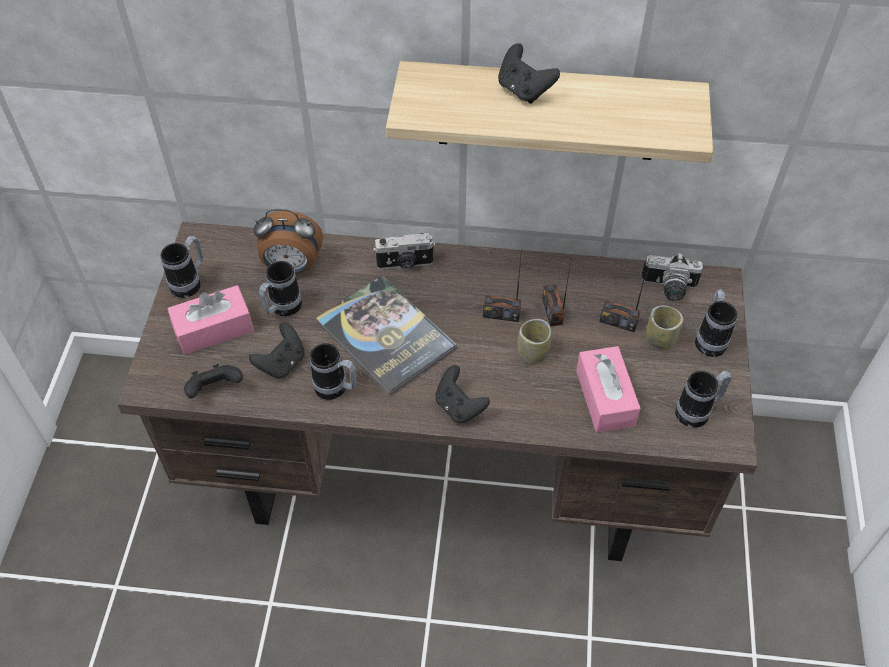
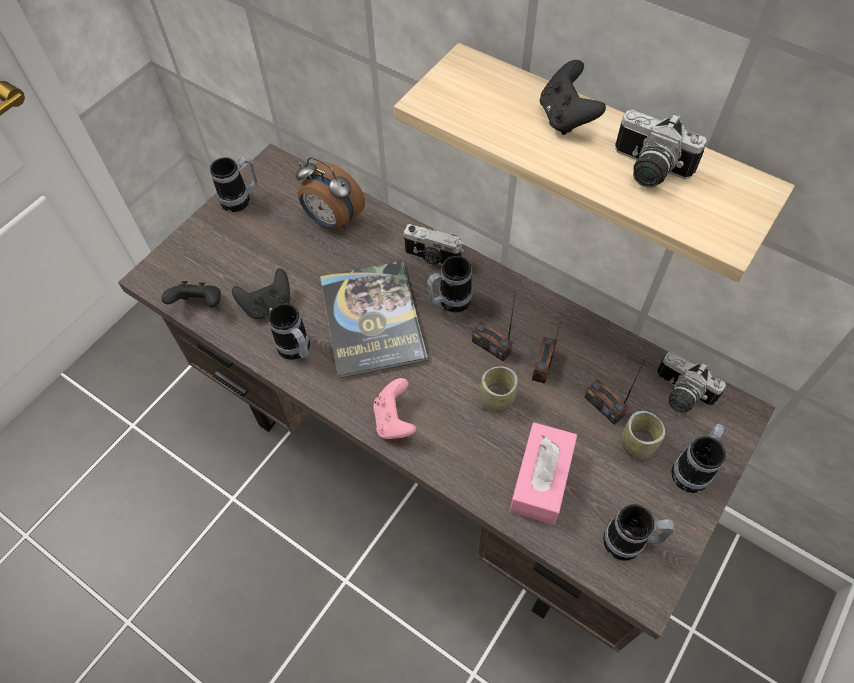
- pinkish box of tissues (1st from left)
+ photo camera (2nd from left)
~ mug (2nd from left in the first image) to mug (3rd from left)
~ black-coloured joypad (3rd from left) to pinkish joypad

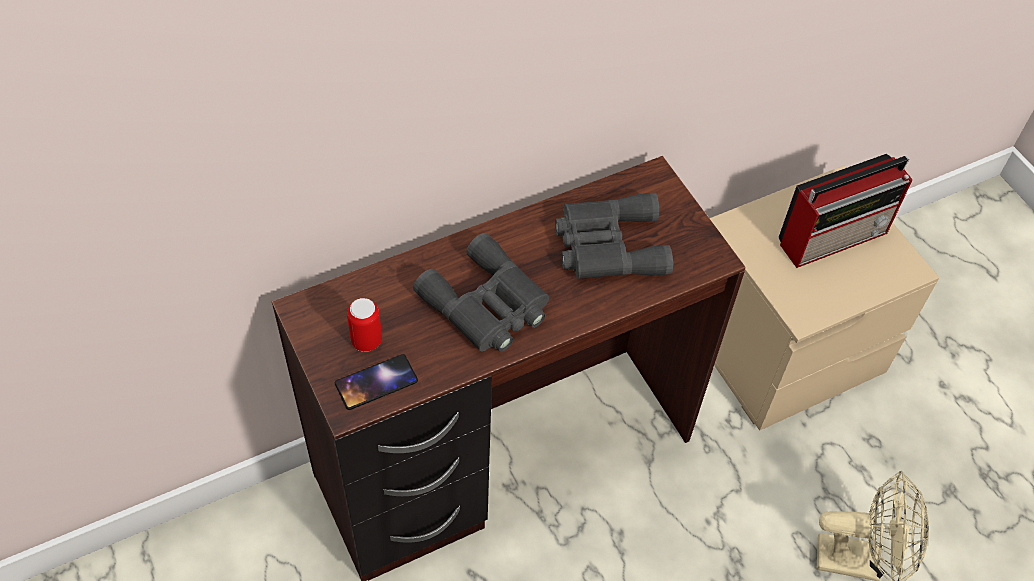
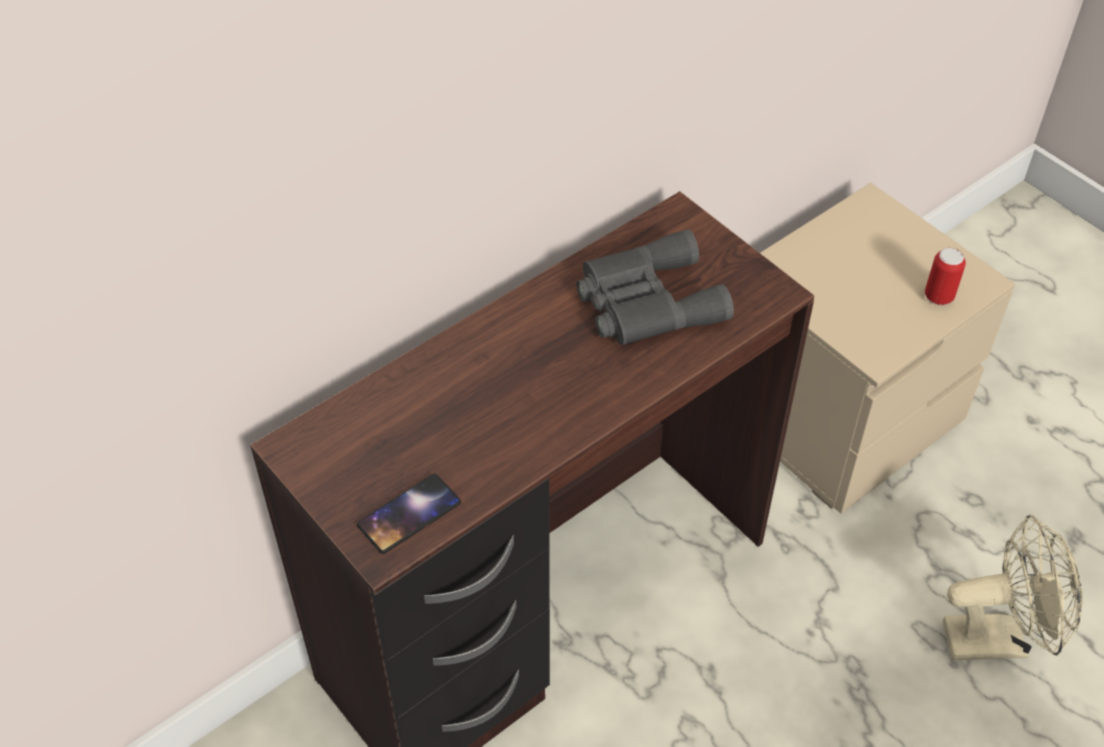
- grey pair of binoculars (1st from left)
- radio set
~ can

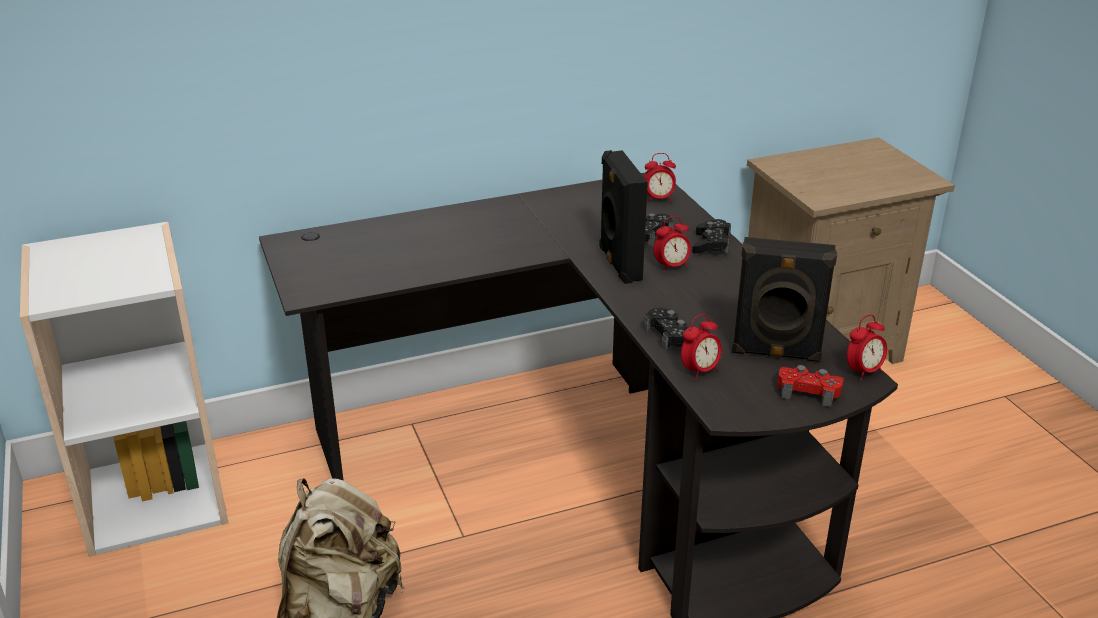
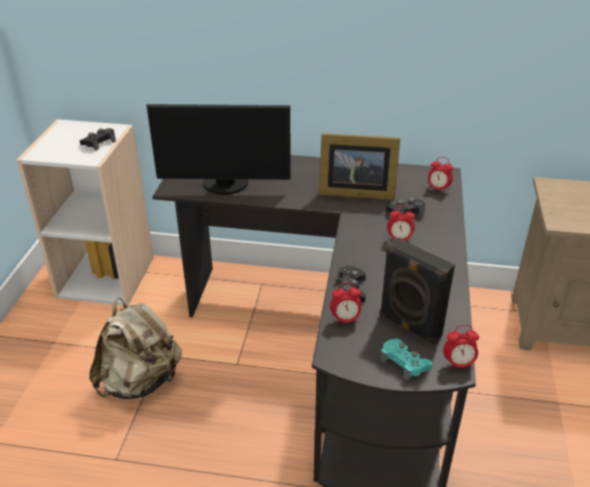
- black-coloured loudspeaker (1st from left)
+ computer screen
+ standing frame
~ black-coloured joypad (3rd from left in the first image) to black-coloured joypad (1st from left)
~ red joypad to blue-green joypad

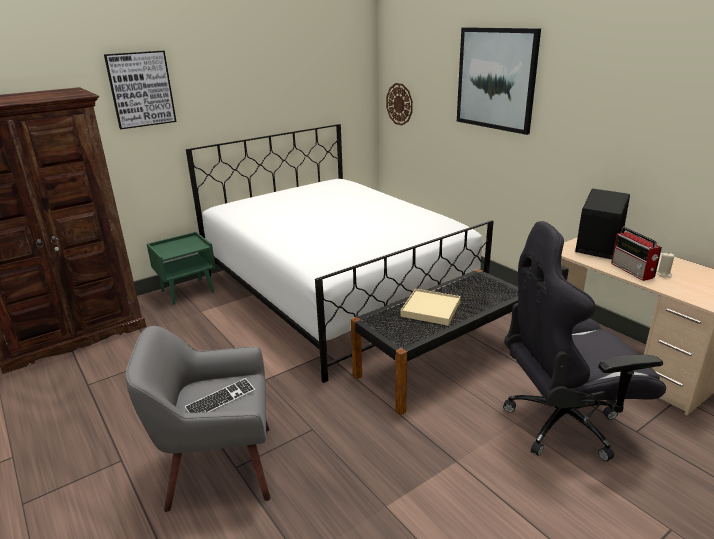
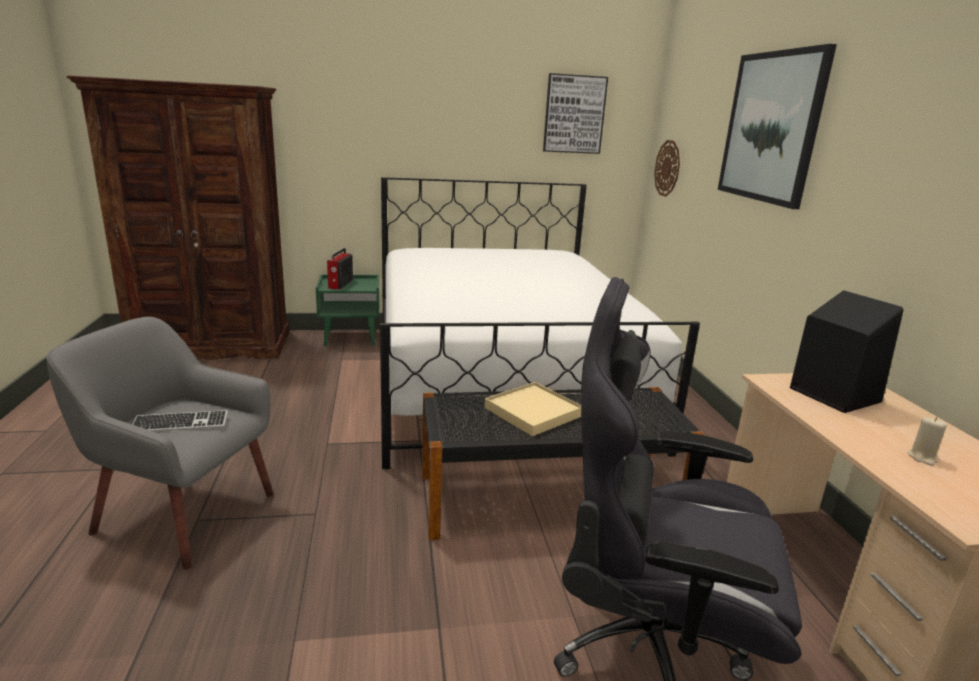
~ wall picture (1st from left)
~ radio set

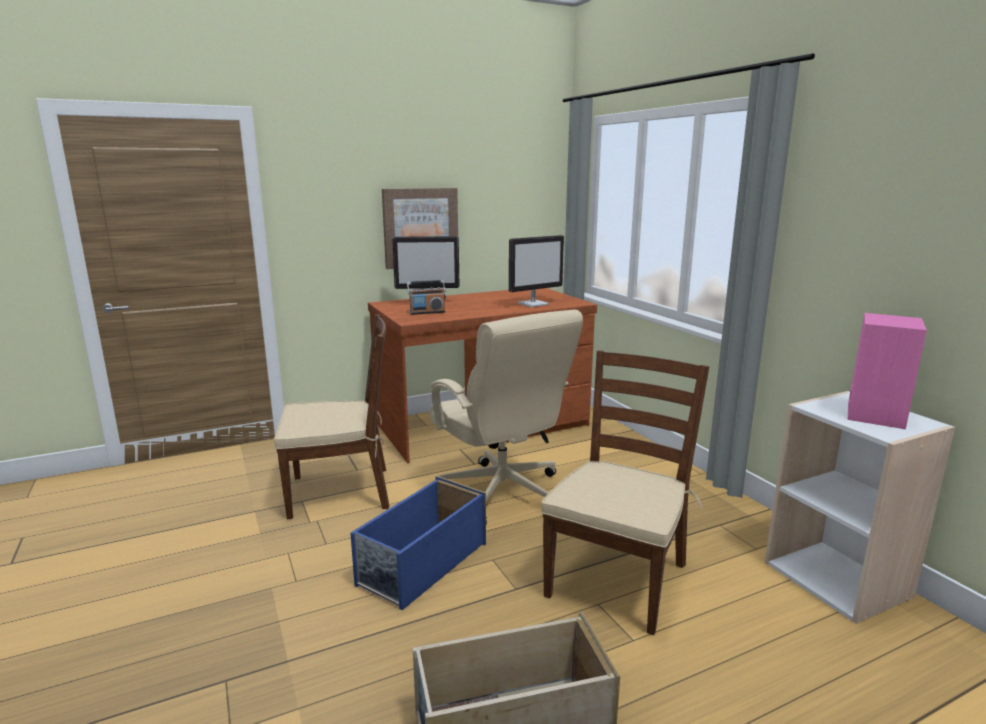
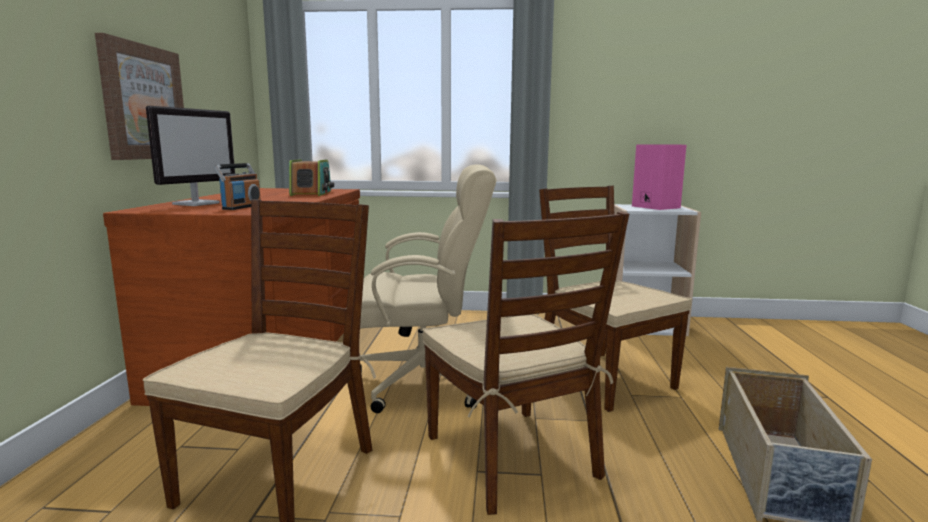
~ blue-coloured storage bin to brown plain chair (2nd from left)
~ computer screen (2nd from left) to radio set (2nd from left)

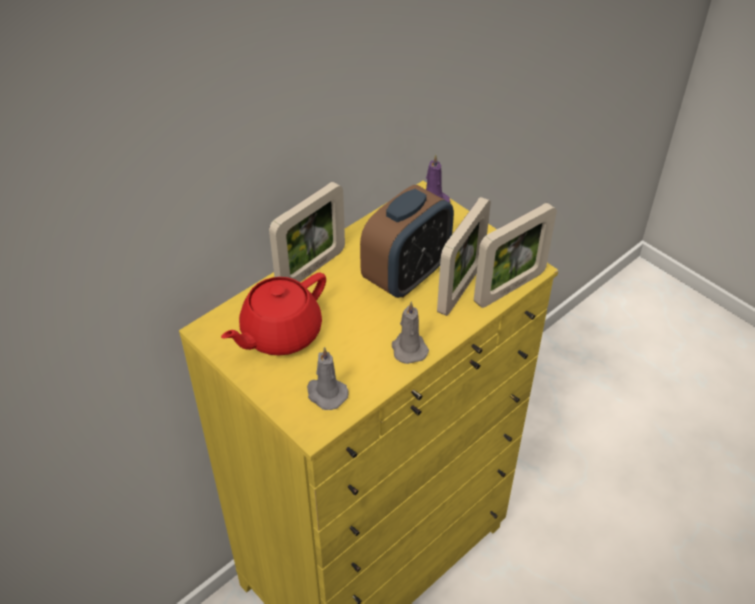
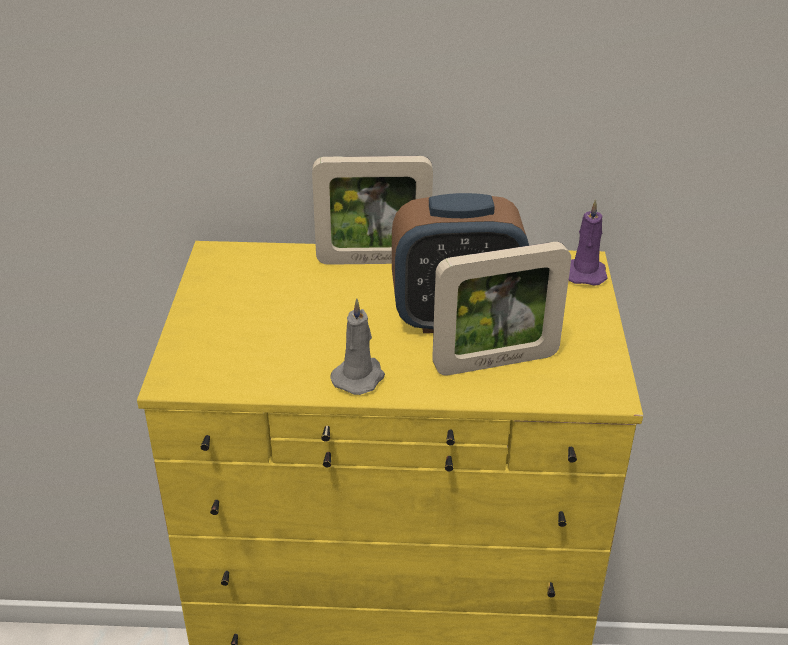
- red pot for tea
- grey candle (1st from left)
- standing frame (3rd from left)

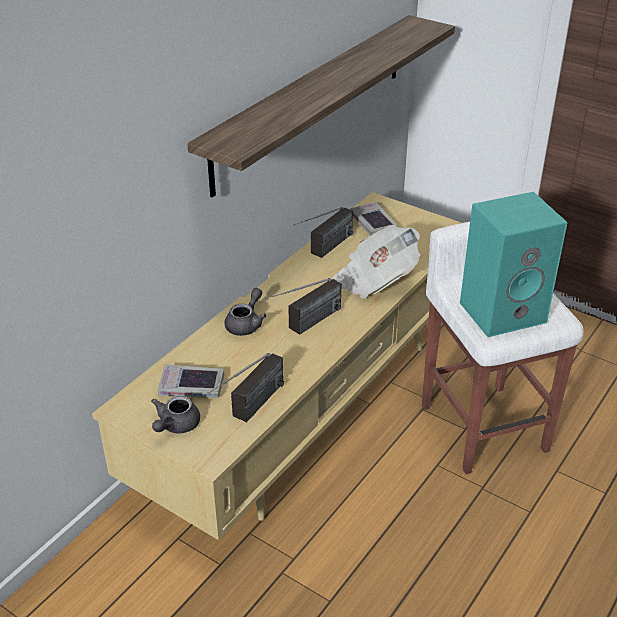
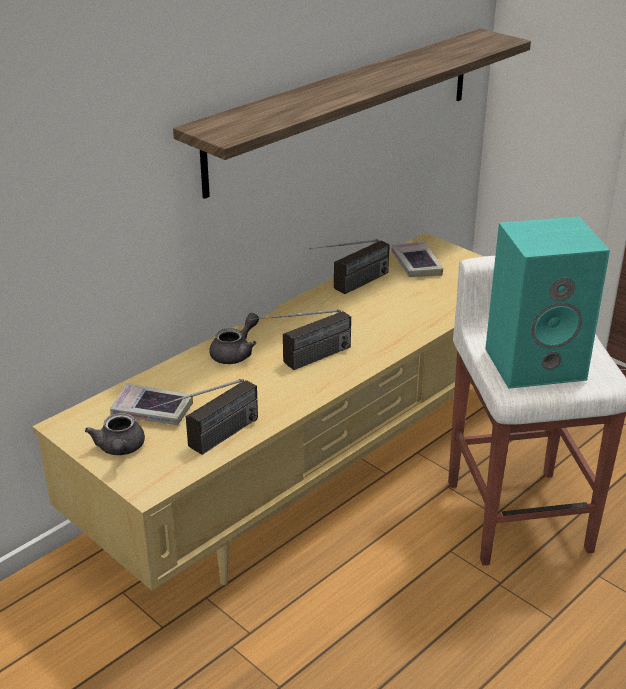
- newspaper
~ grey pot for tea (1st from left) 45 degrees counterclockwise

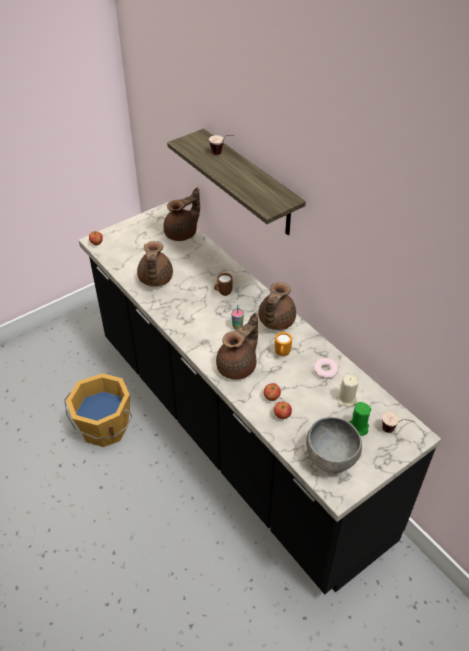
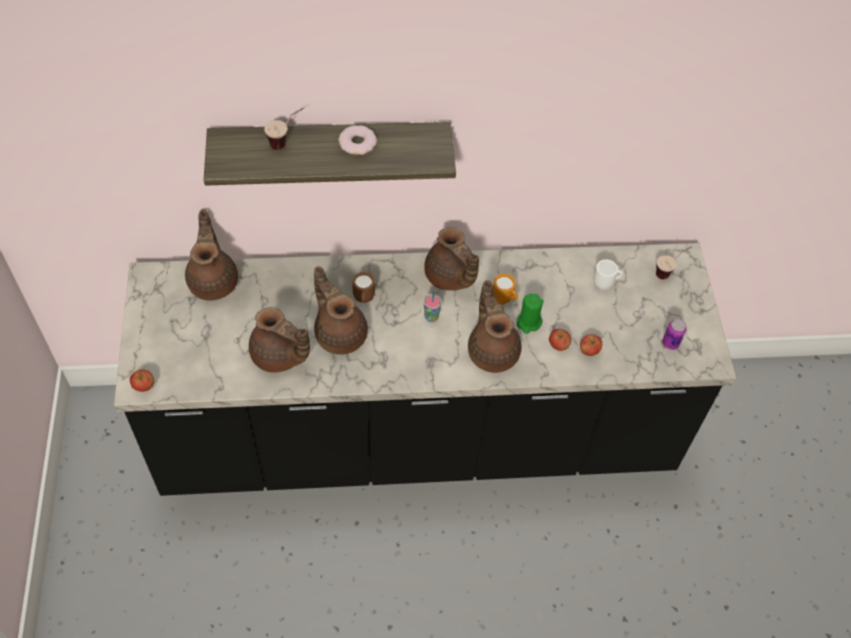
- orange pail
+ brown pot for tea (3rd from left)
~ ring doughnut
~ green candle
~ grey deep dish to can
~ beige-coloured candle to white-coloured mug

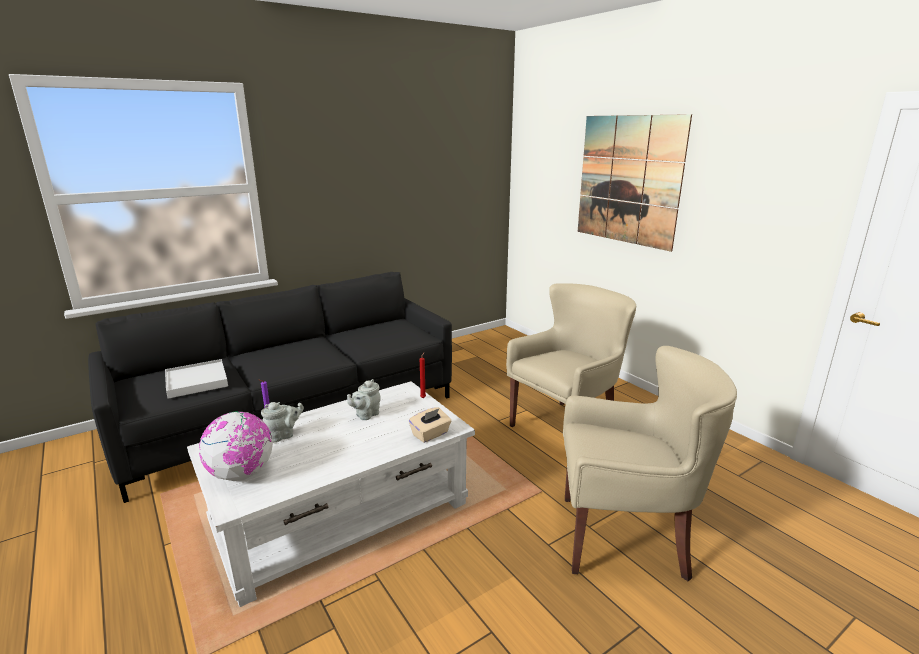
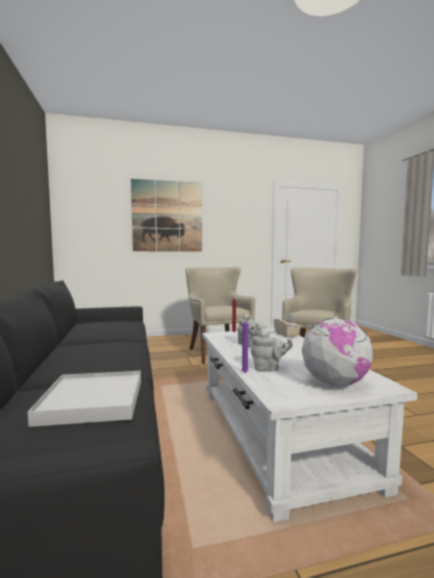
~ grey pot for tea (1st from left in the first image) 105 degrees clockwise

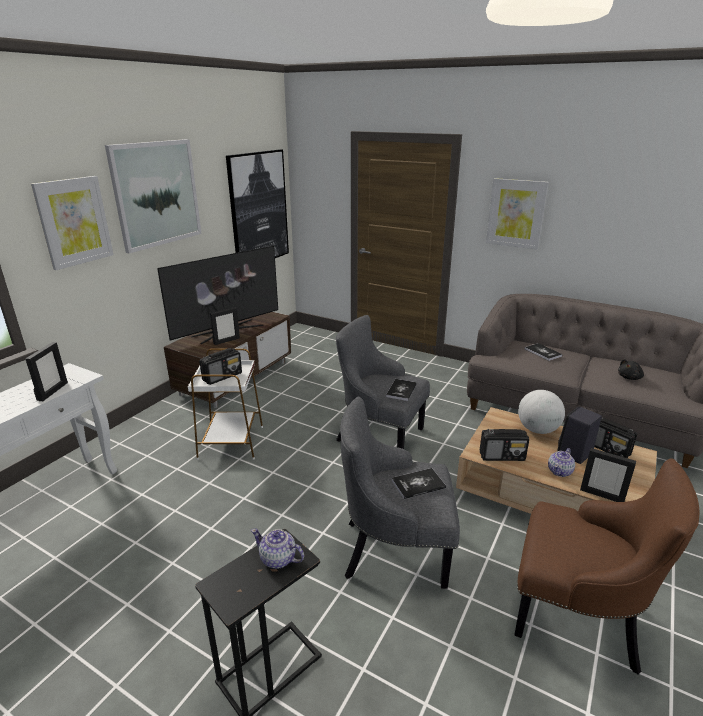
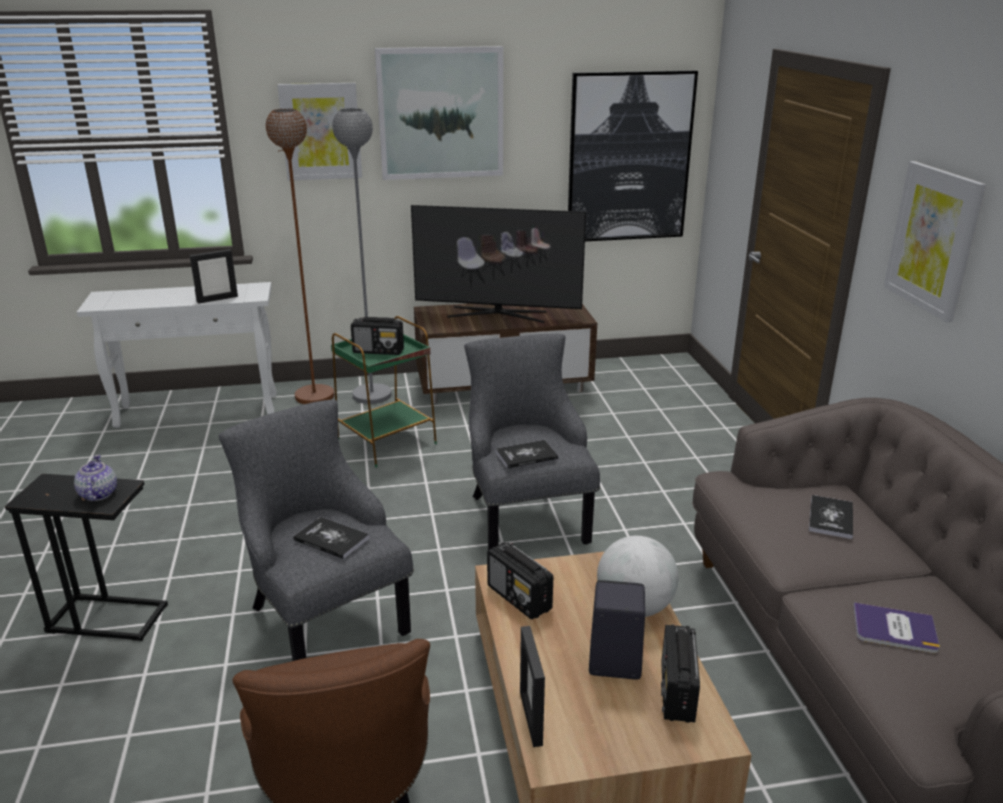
- standing frame (2nd from left)
- pot for tea (2nd from left)
+ brown floor lamp
+ grey floor lamp
~ black-coloured plush toy to book (4th from left)
~ white-coloured end table to green end table

